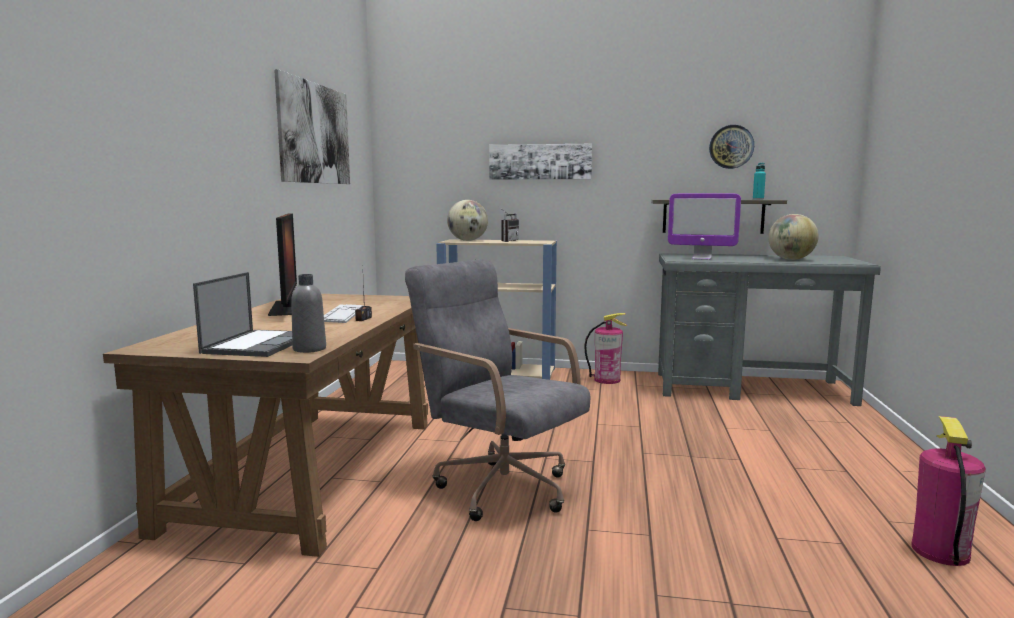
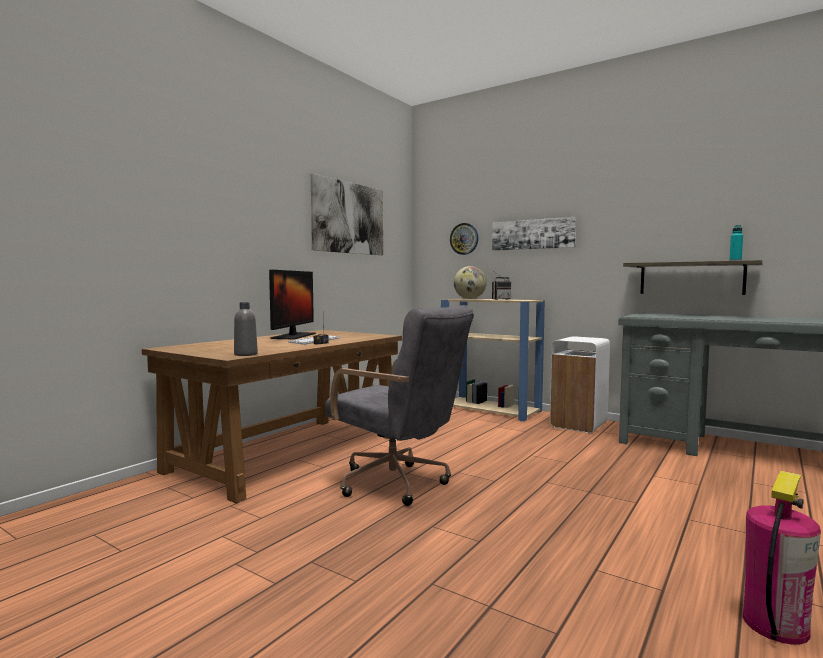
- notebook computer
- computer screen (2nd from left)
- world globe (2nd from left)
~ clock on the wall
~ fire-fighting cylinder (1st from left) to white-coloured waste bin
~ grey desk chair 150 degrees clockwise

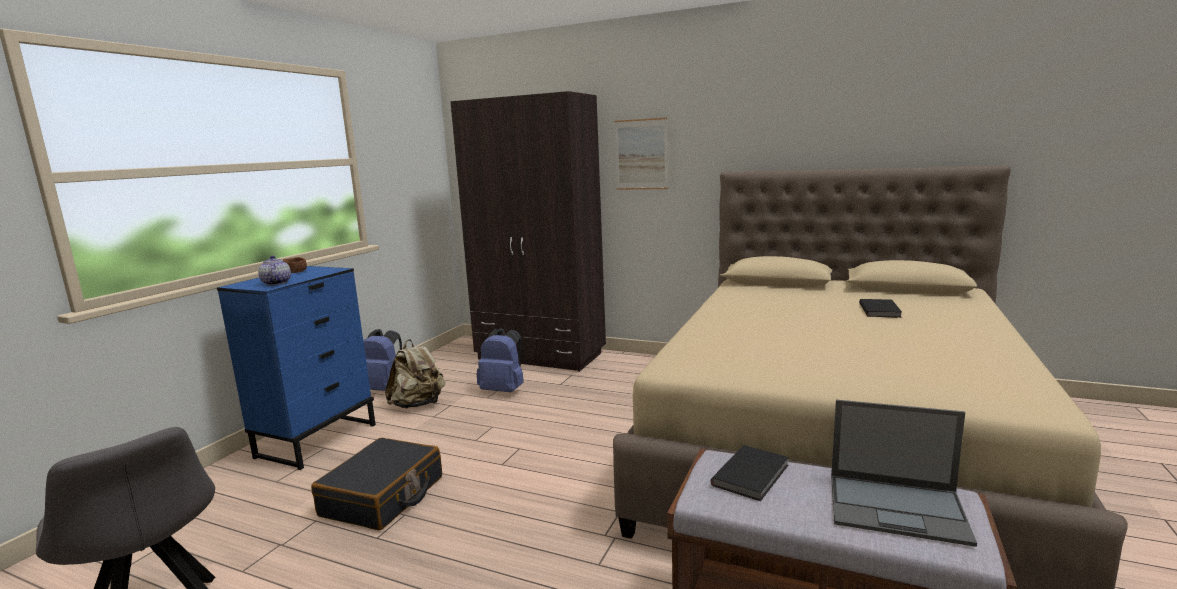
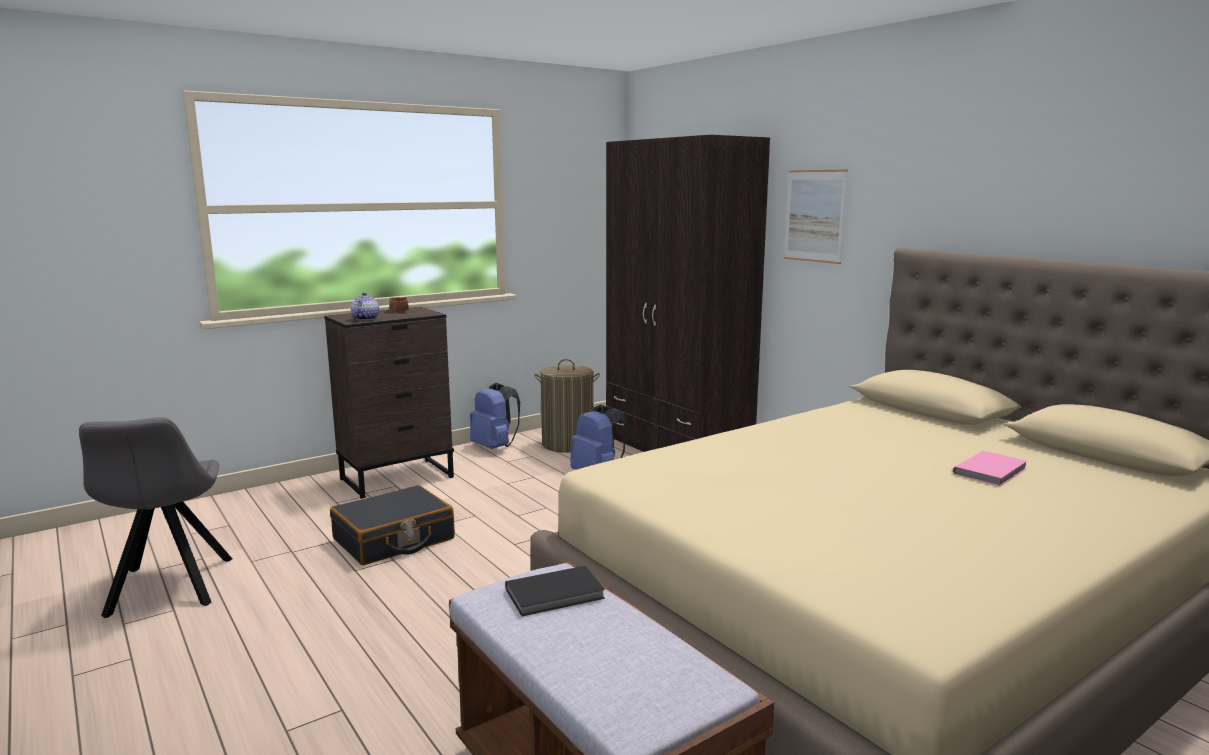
- beige-coloured rucksack
- notebook computer
+ washing basket
~ blue-coloured chest of drawers to brown chest of drawers
~ black-coloured book (2nd from left) to pinkish book

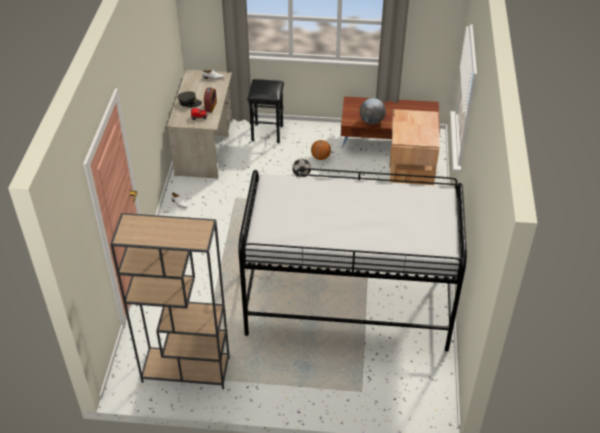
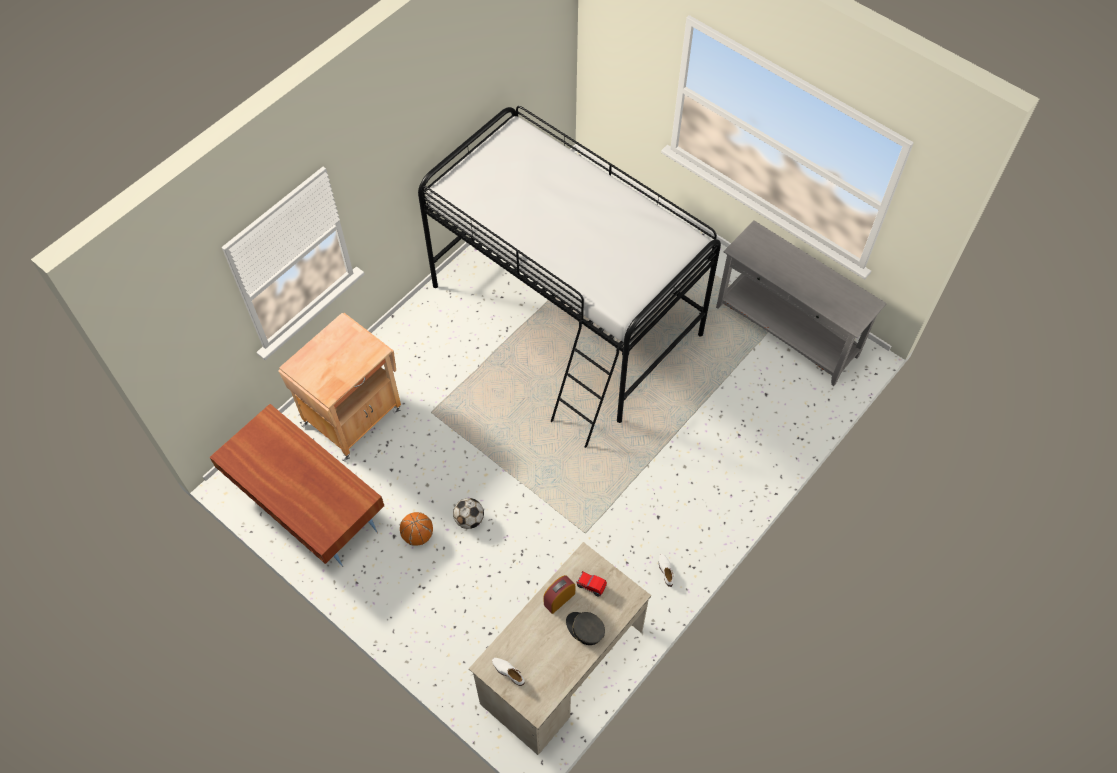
- black-coloured stool
- world globe
~ shelving unit to grey narrow table

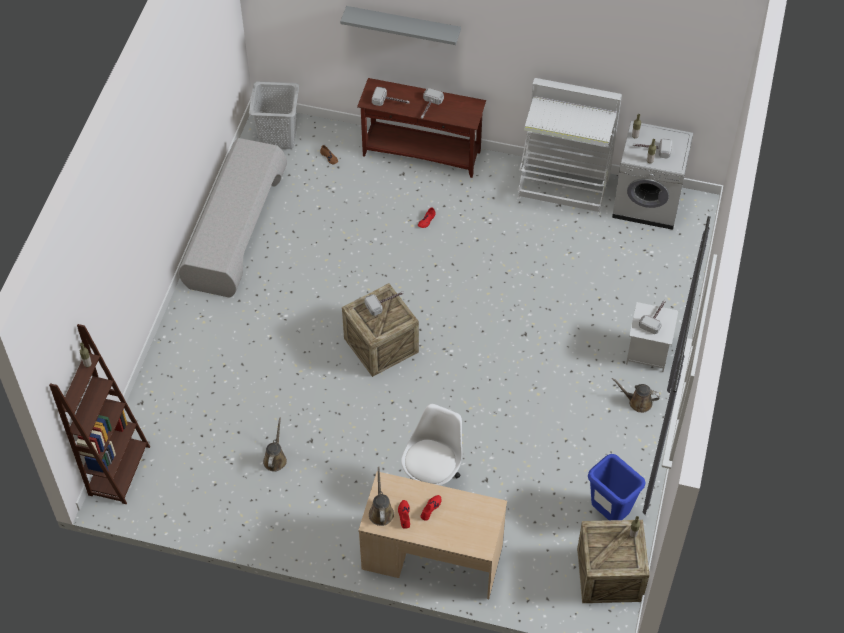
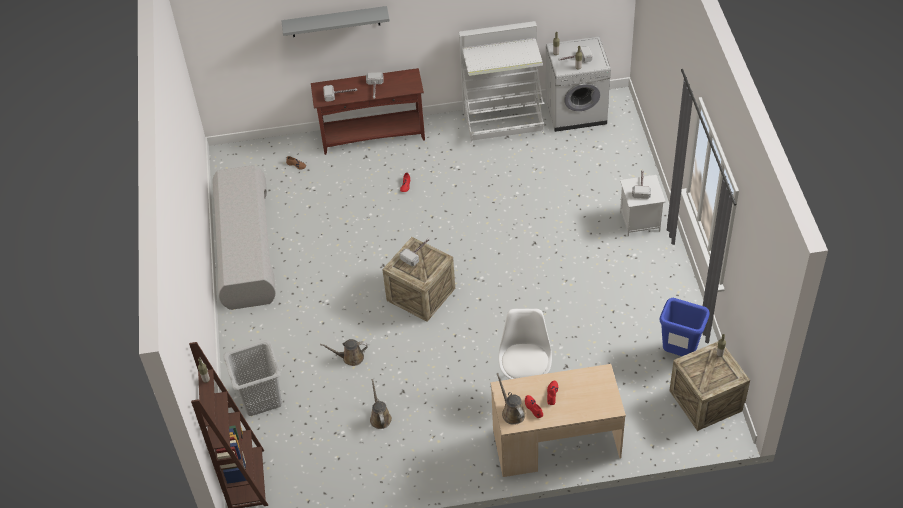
~ grey washing basket
~ brown sprinkling can (3rd from left in the first image) to brown sprinkling can (1st from left)

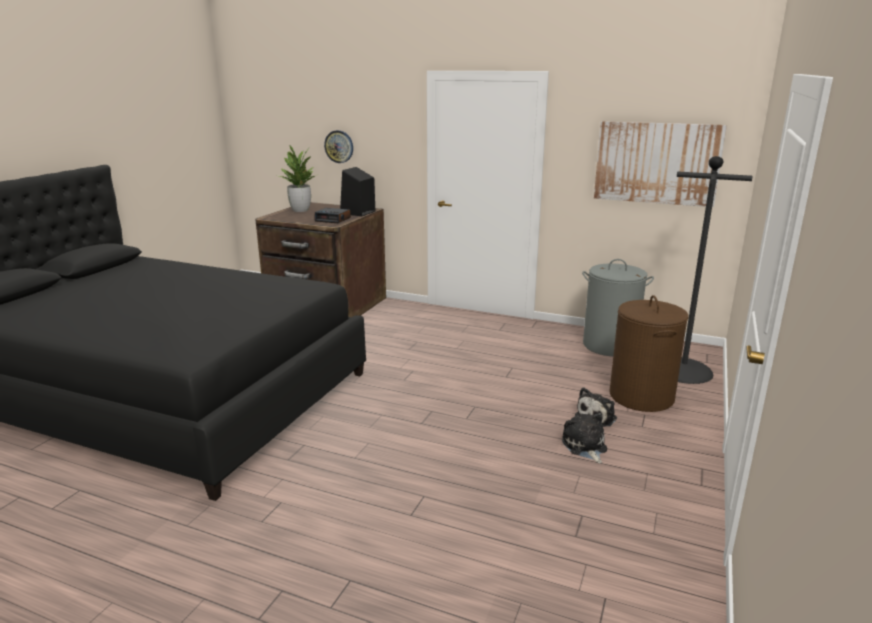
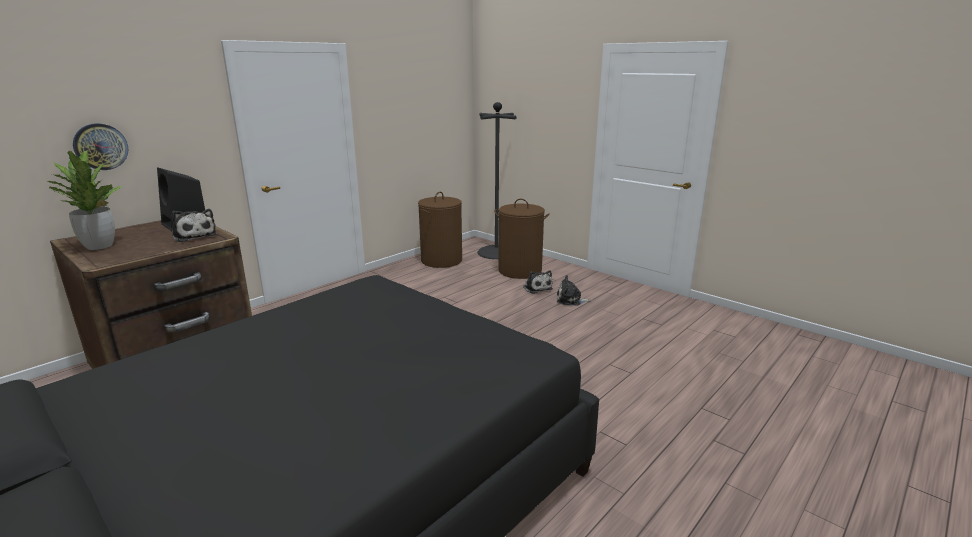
- wall picture
~ table clock to plush toy (1st from left)
~ grey washing basket to brown washing basket (1st from left)

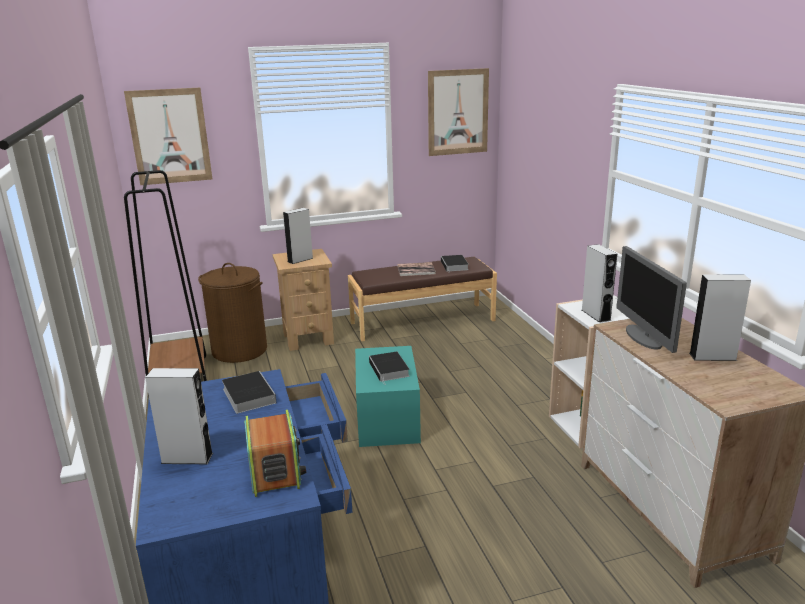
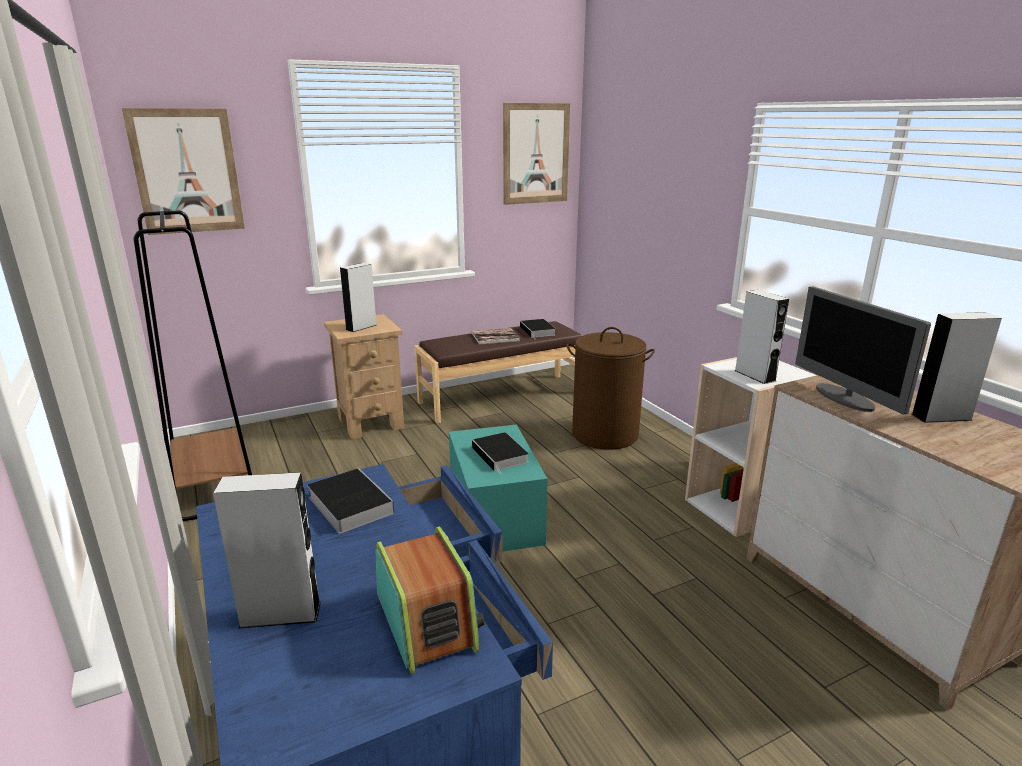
~ brown washing basket

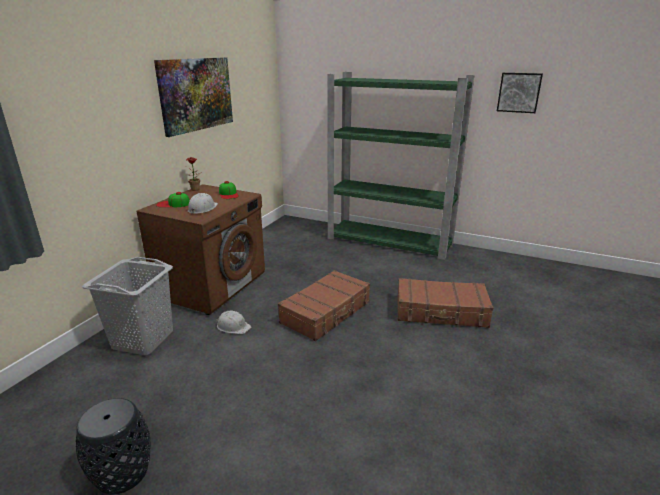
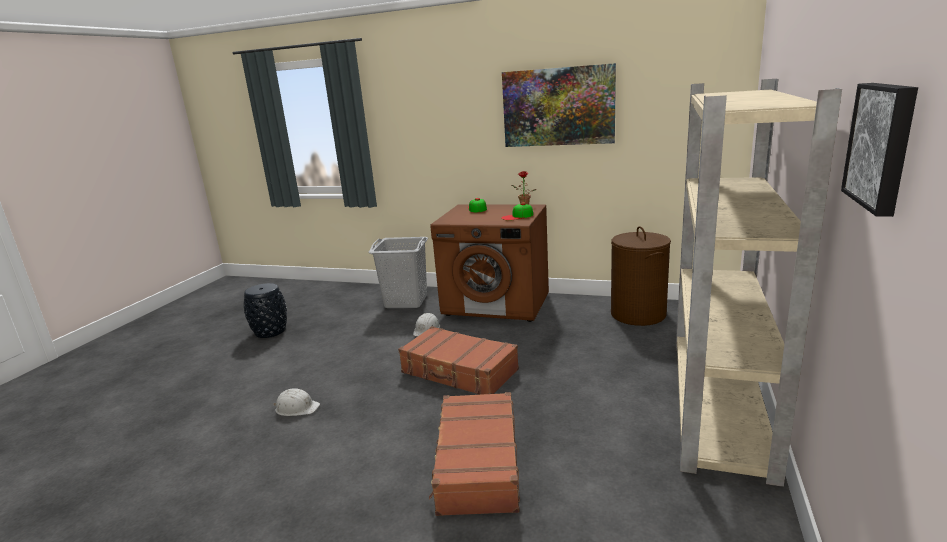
+ brown washing basket
~ white-coloured hard hat (1st from left)
~ green shelving unit to beige-coloured shelving unit

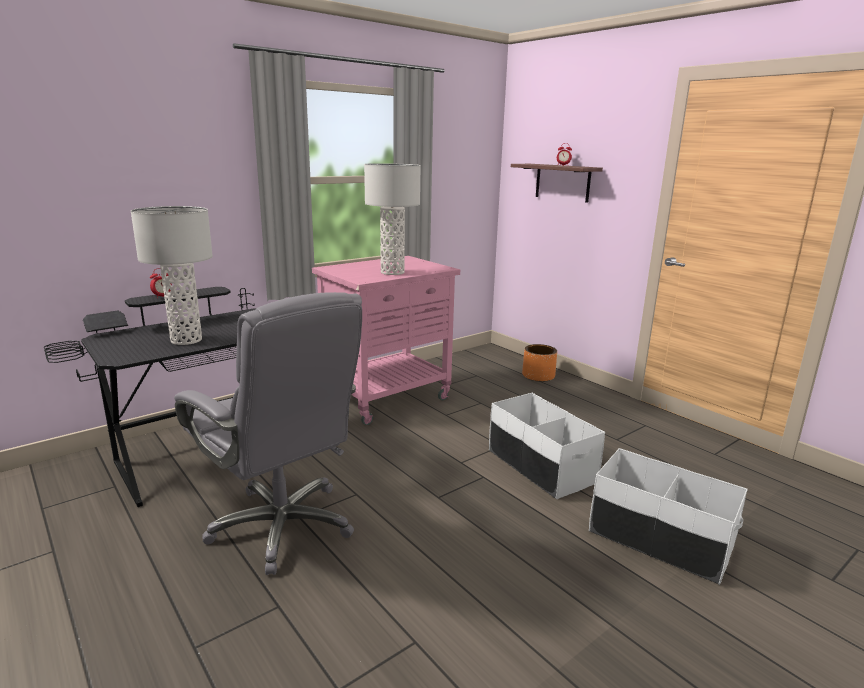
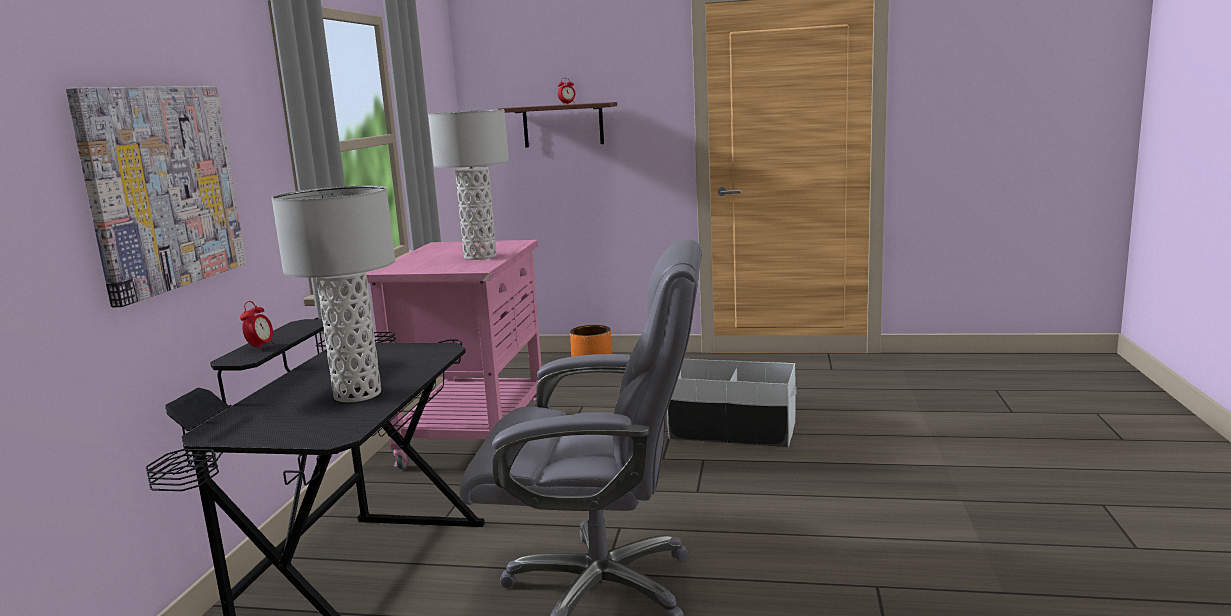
- white-coloured storage bin (2nd from left)
+ wall picture

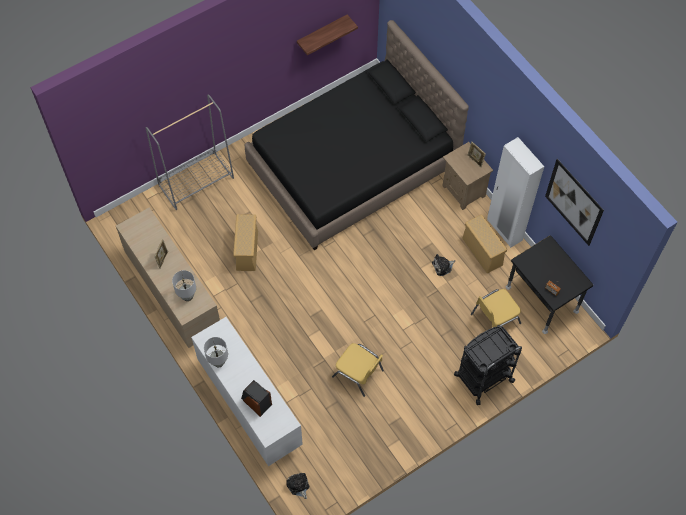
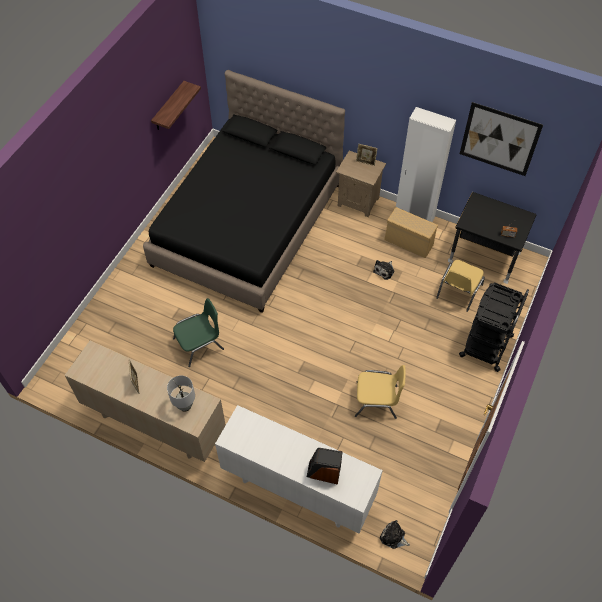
- grey garment stand
- white-coloured table lamp (2nd from left)
~ beige-coloured storage bin (1st from left) to green plain chair

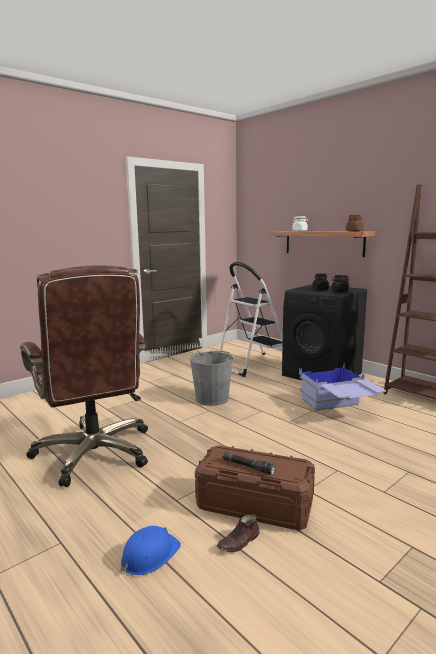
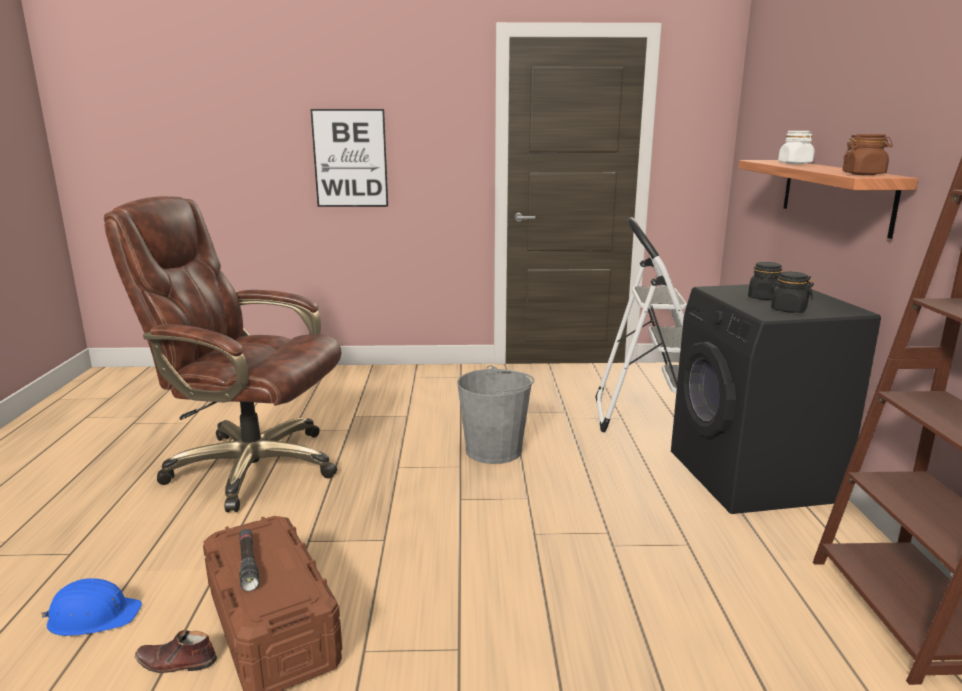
- blue-coloured storage bin
+ wall picture
~ brown desk chair 90 degrees clockwise

